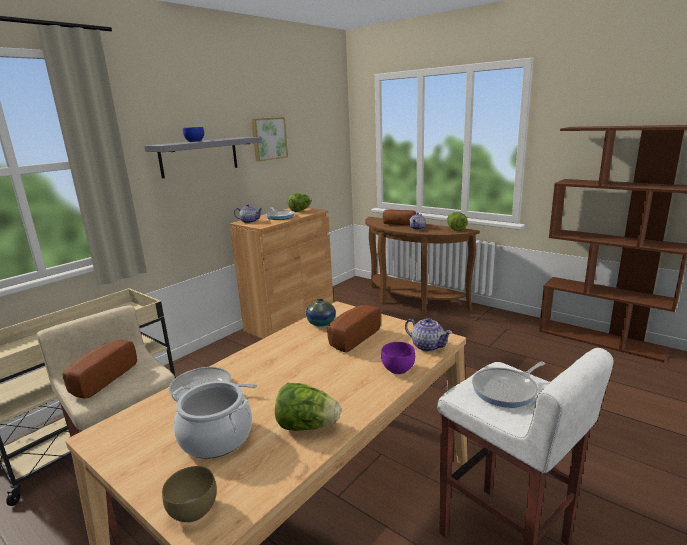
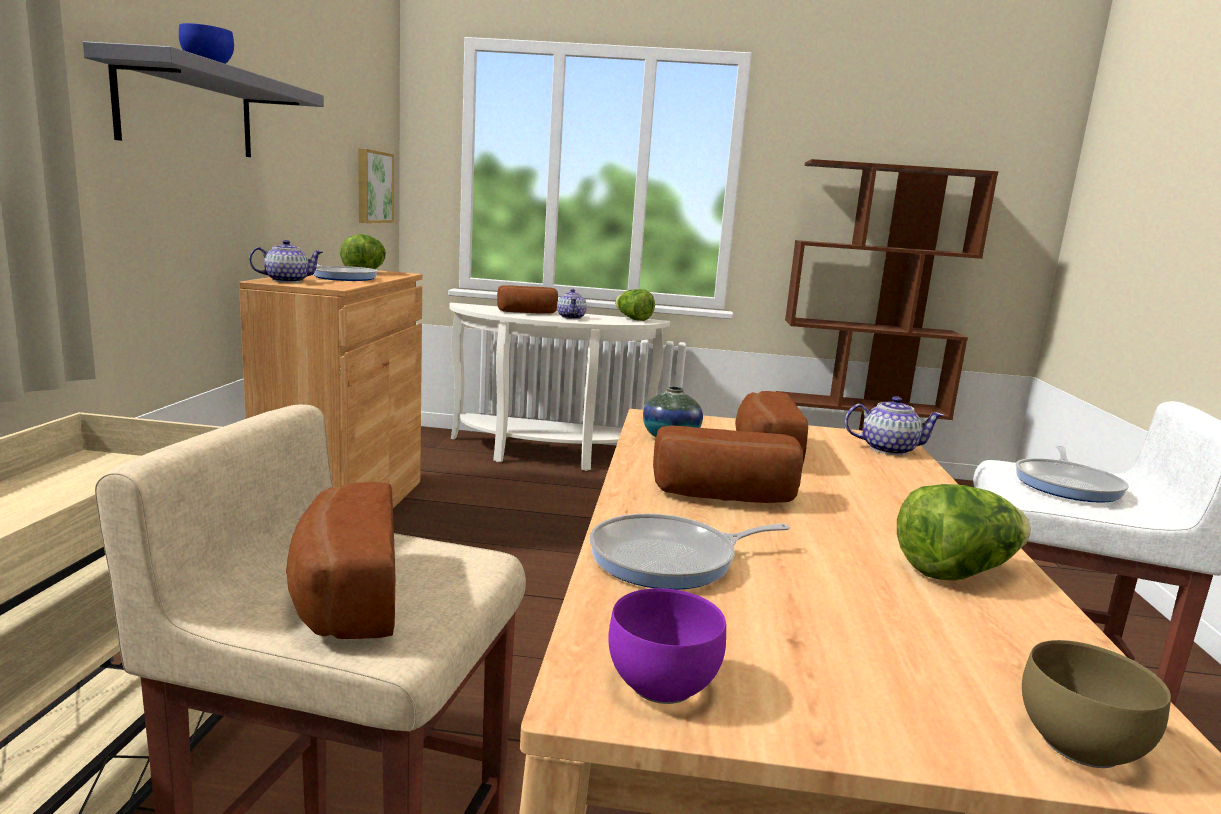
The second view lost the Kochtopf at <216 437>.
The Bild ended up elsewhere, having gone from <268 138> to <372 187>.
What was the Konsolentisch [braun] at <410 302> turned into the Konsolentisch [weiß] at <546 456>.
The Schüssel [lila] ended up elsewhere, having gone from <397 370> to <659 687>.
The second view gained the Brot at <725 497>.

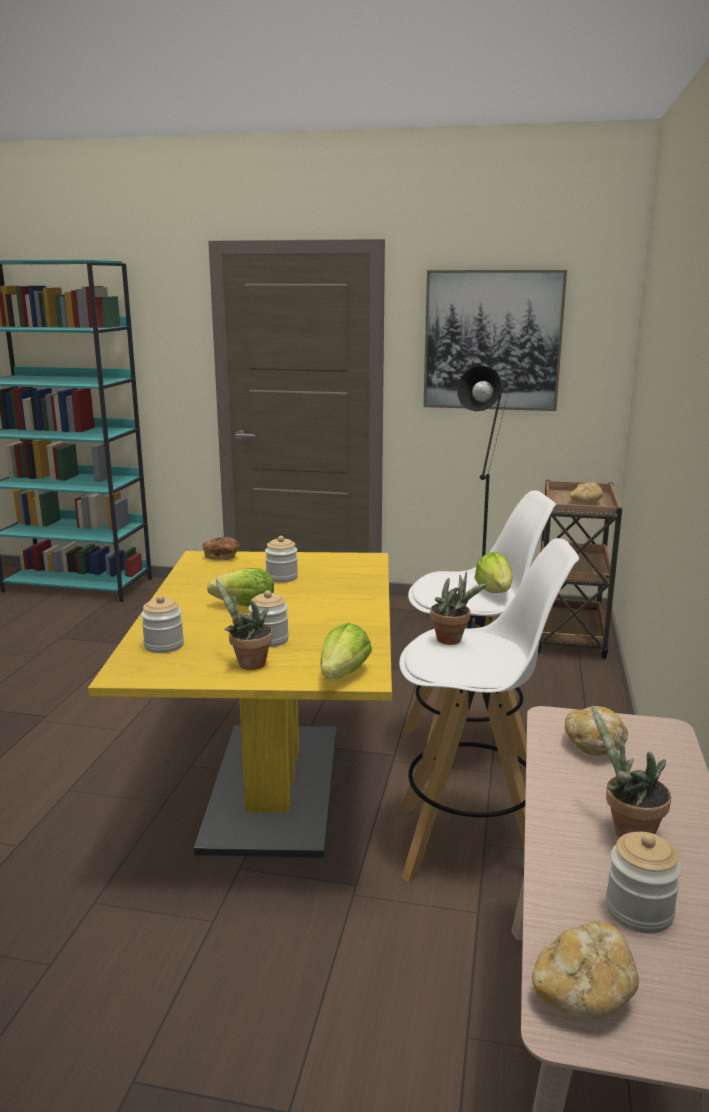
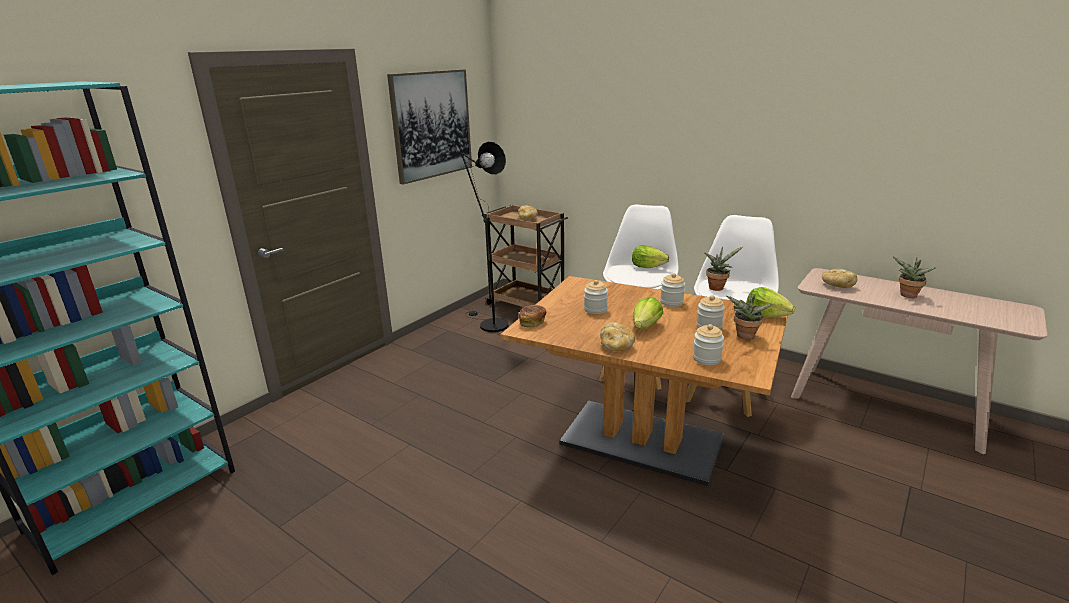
What was the Esstisch [gelb] at <273 786> turned into the Esstisch [braun] at <642 441>.
The Brot ended up elsewhere, having gone from <583 993> to <616 346>.
The Vorratsglas ended up elsewhere, having gone from <639 910> to <671 302>.

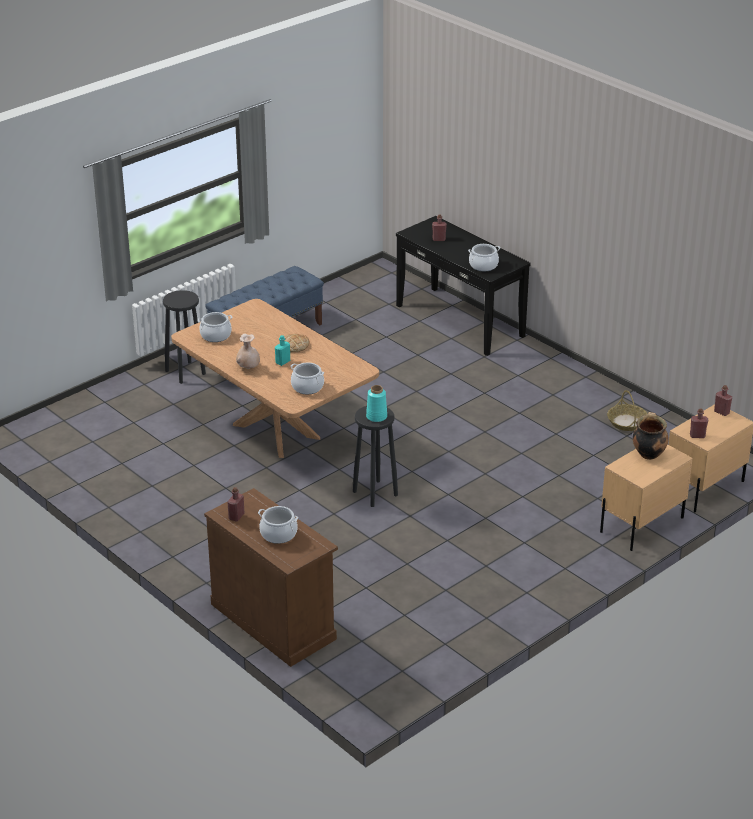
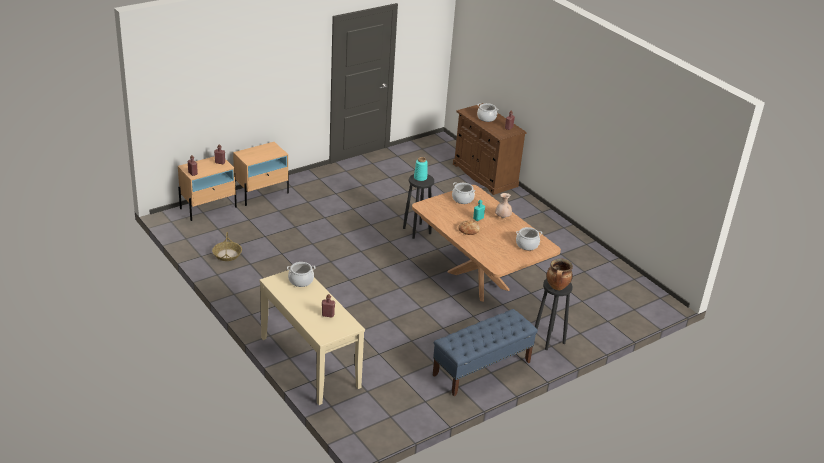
What was the Konsolentisch [schwarz] at <460 320> turned into the Konsolentisch [beige] at <309 362>.
The Kochtopf ended up elsewhere, having gone from <648 453> to <557 287>.

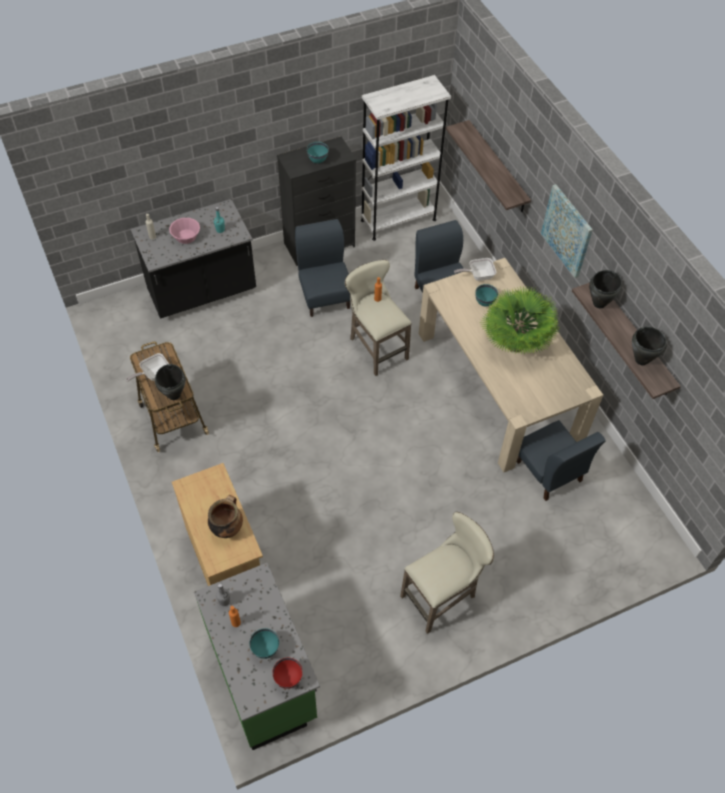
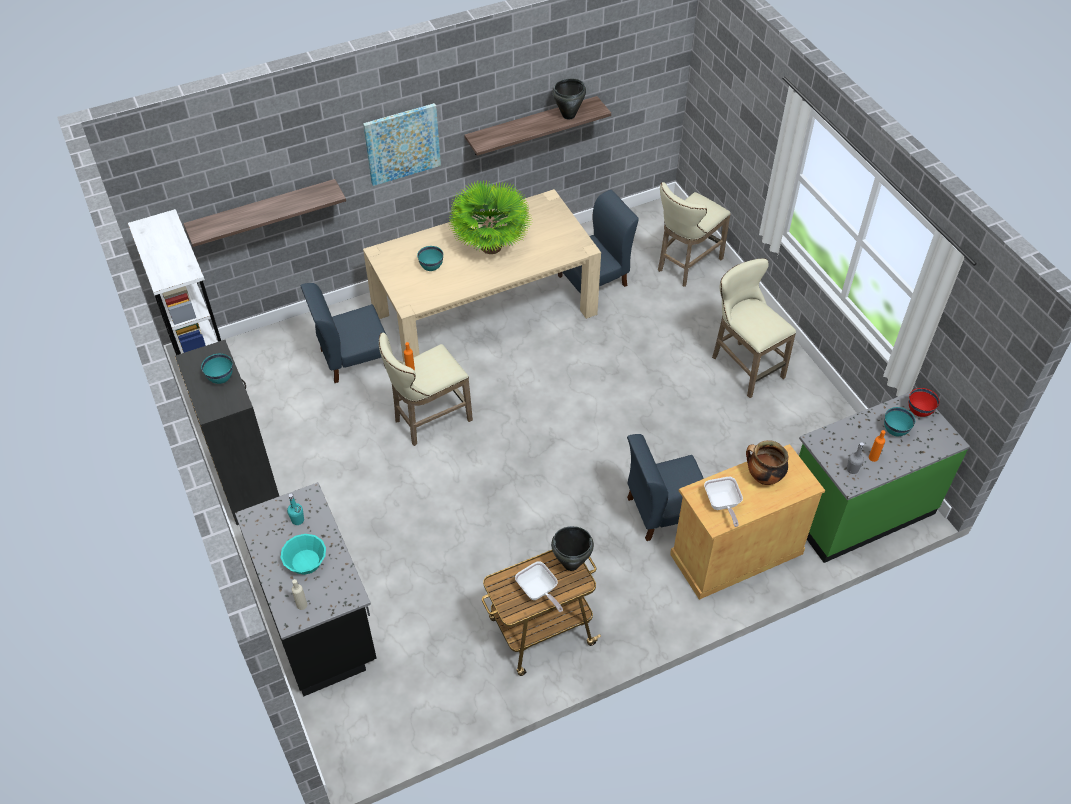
What was the Schüssel [rosa] at <186 236> turned into the Schüssel [türkis] at <306 561>.
The Stuhl [blau] ended up elsewhere, having gone from <325 295> to <664 511>.
The Pfanne ended up elsewhere, having gone from <478 275> to <722 505>.
The second view lost the Kochtopf [schwarz] at <599 303>.
The second view gained the Hocker [beige] at <686 265>.

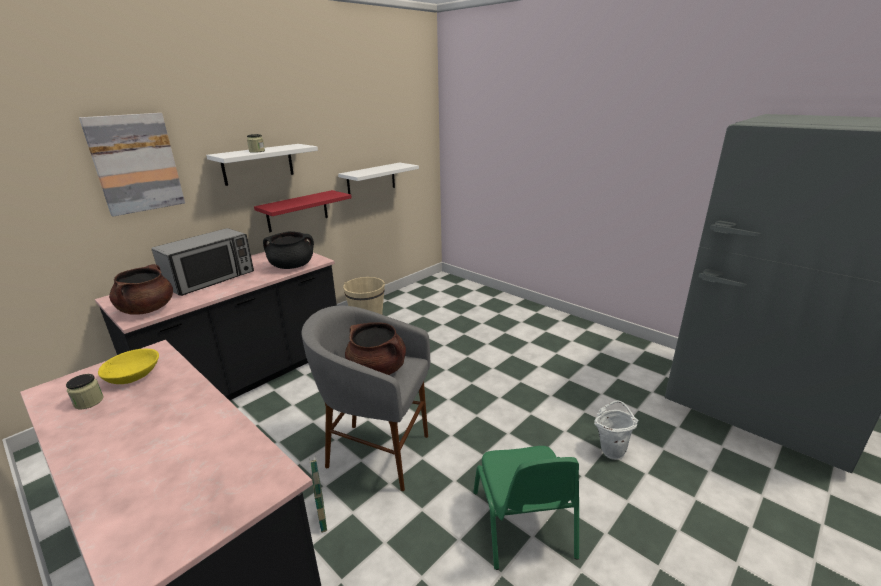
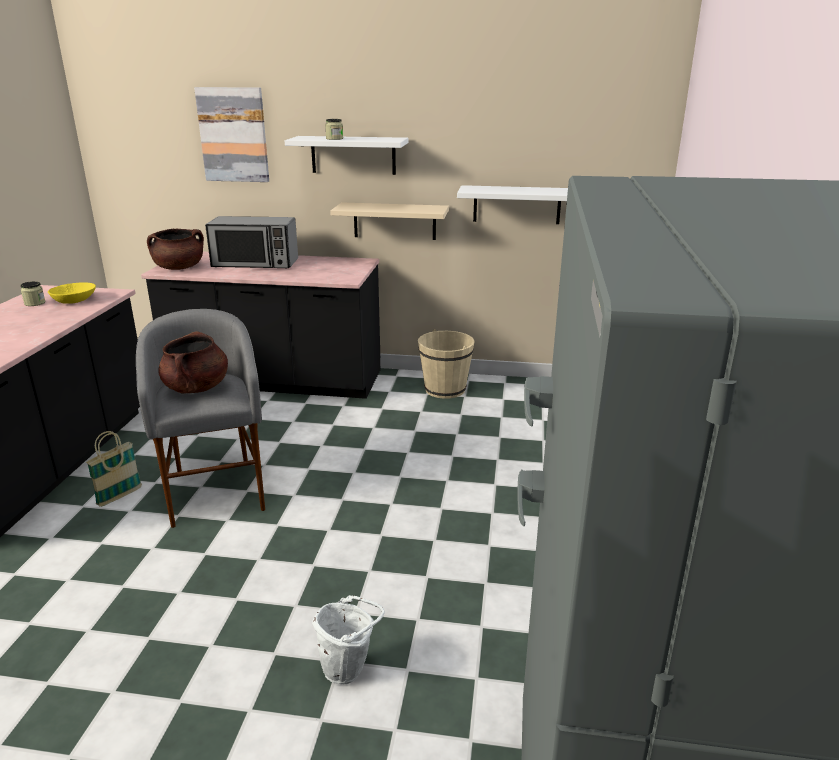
What was the Wandregal [rot] at <297 211> turned into the Wandregal [beige] at <394 221>.
The second view lost the Kochtopf [schwarz] at <292 266>.
The second view lost the Stuhl [grün] at <523 525>.

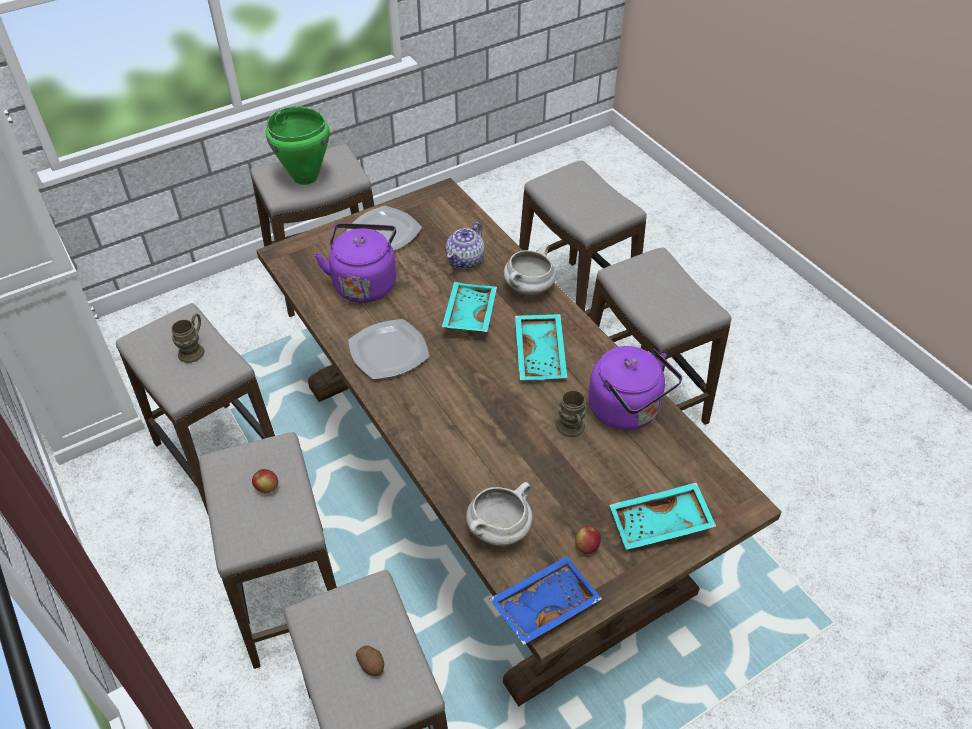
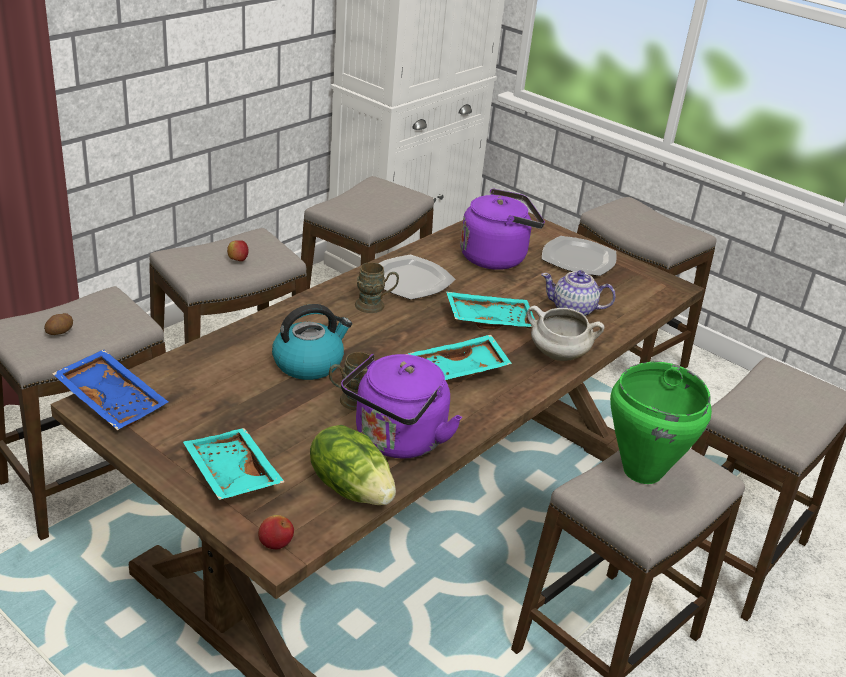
The Henkelbecher [braun] ended up elsewhere, having gone from <194 349> to <375 306>.
The Kochtopf [grün] ended up elsewhere, having gone from <305 178> to <641 471>.
The second view lost the Kochtopf [weiß] at <499 529>.
The Apfel ended up elsewhere, having gone from <586 546> to <276 544>.
The second view gained the Wasserkessel at <309 363>.
The second view gained the Salatkopf at <352 488>.

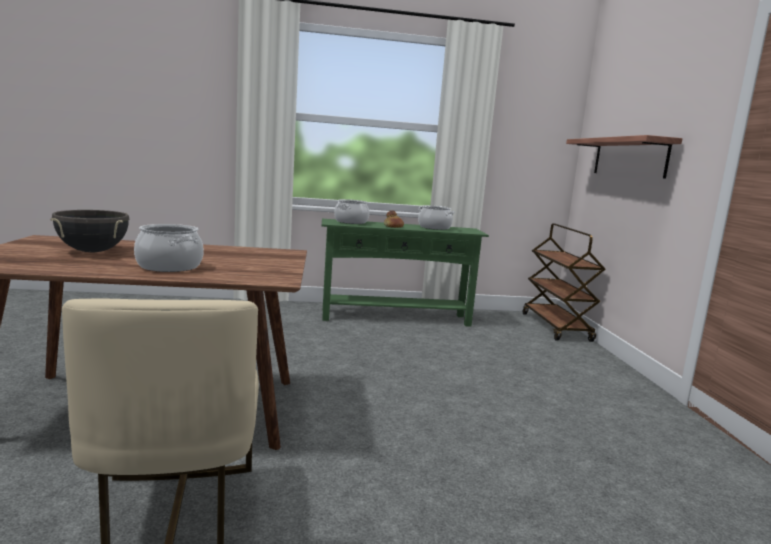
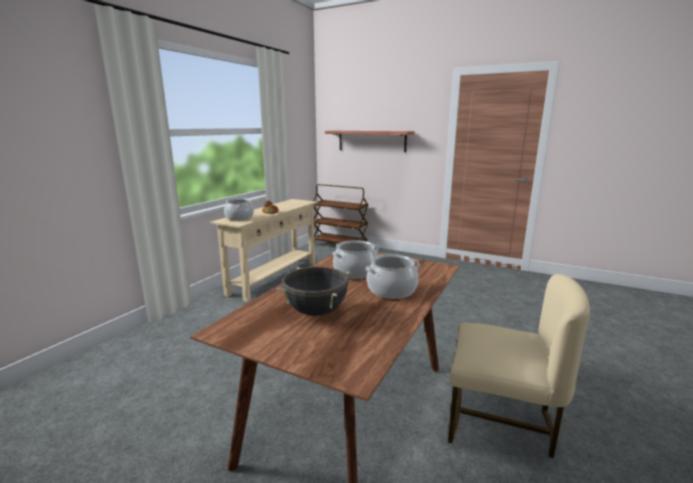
What was the Konsolentisch [grün] at <395 317> turned into the Konsolentisch [beige] at <273 277>.
The Kochtopf ended up elsewhere, having gone from <434 227> to <355 272>.

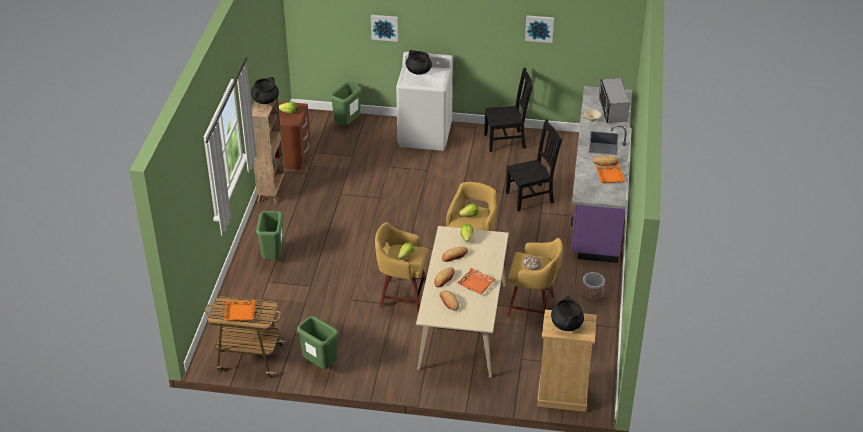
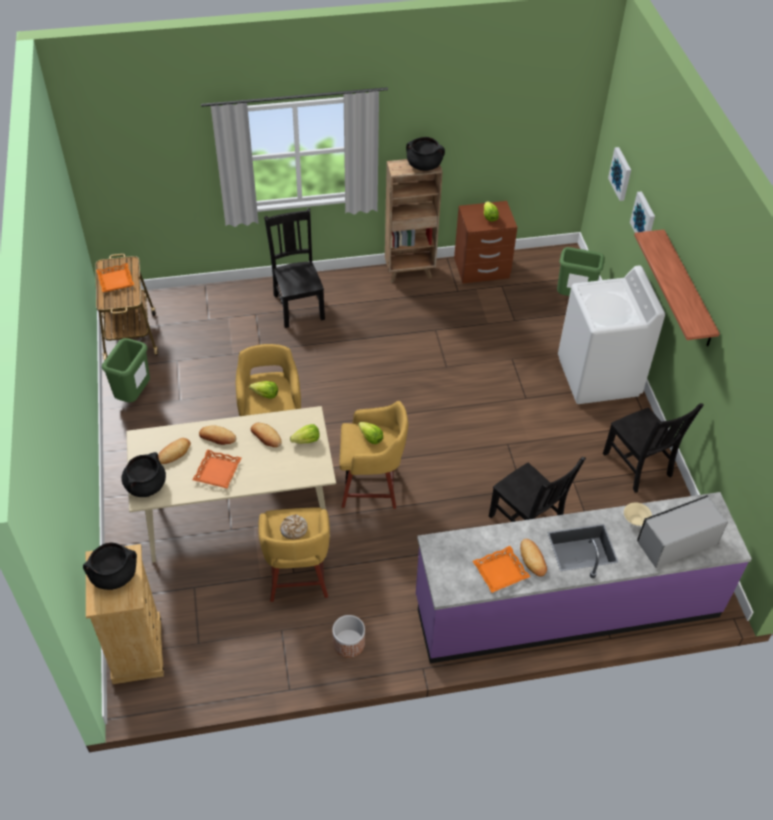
Where the Mülleimer [grün] stood at <272 256>, the Stuhl [schwarz] came to stand at <298 305>.
The Kochtopf [schwarz] ended up elsewhere, having gone from <418 71> to <146 485>.
The Bild ended up elsewhere, having gone from <539 28> to <621 173>.
The second view gained the Wandregal at <687 289>.

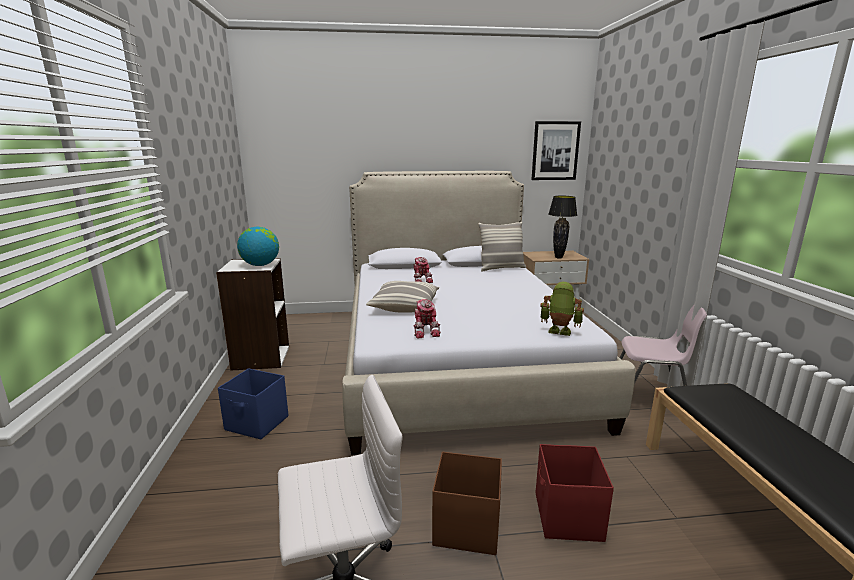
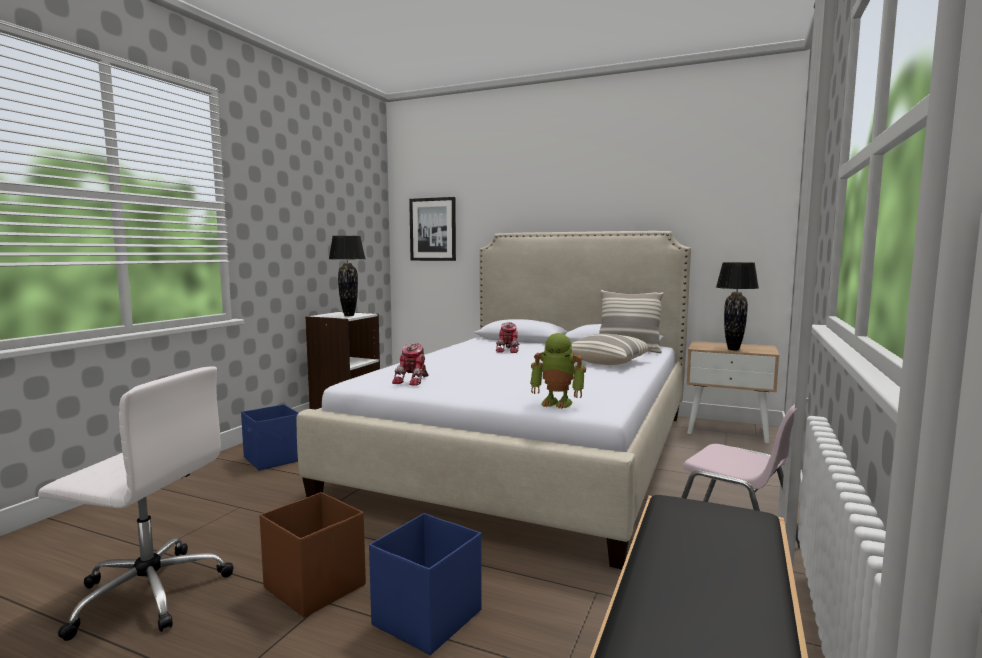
Where the Globus stood at <260 265>, the Tischlampe [schwarz] came to stand at <349 315>.
The Kissen ended up elsewhere, having gone from <405 306> to <607 362>.
The Bild ended up elsewhere, having gone from <555 151> to <433 229>.
What was the Aufbewahrungsbox [rot] at <567 517> turned into the Aufbewahrungsbox [blau] at <426 618>.
The Spielzeugroboter at <559 332> ended up facing another way, 150 degrees clockwise from before.

